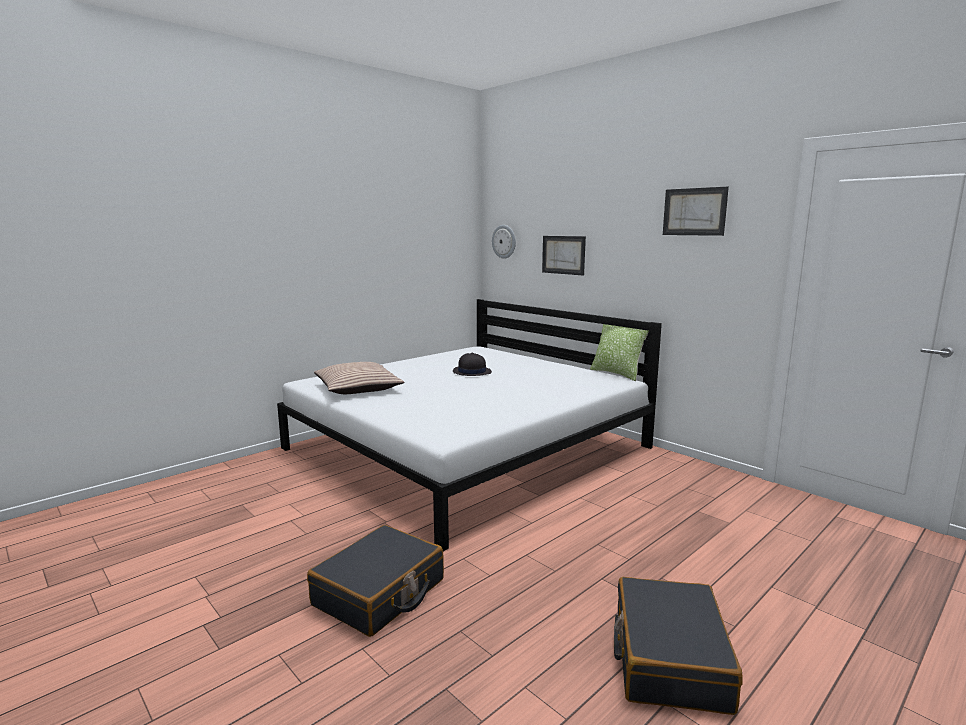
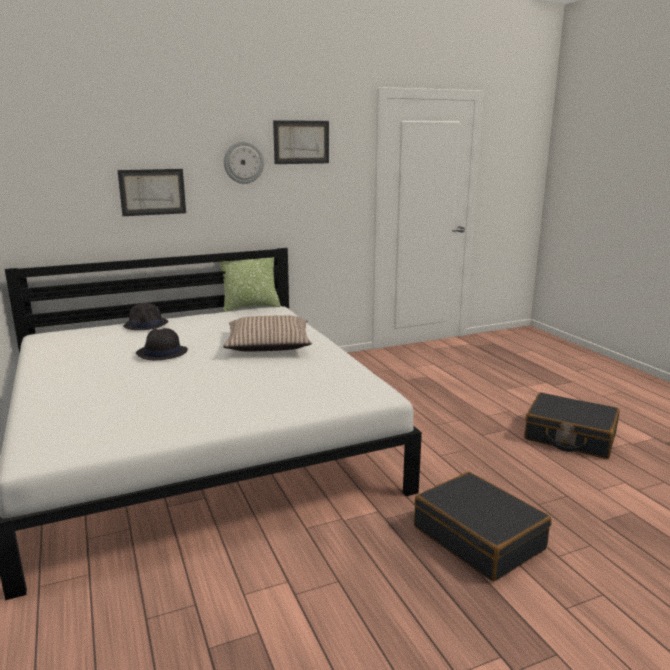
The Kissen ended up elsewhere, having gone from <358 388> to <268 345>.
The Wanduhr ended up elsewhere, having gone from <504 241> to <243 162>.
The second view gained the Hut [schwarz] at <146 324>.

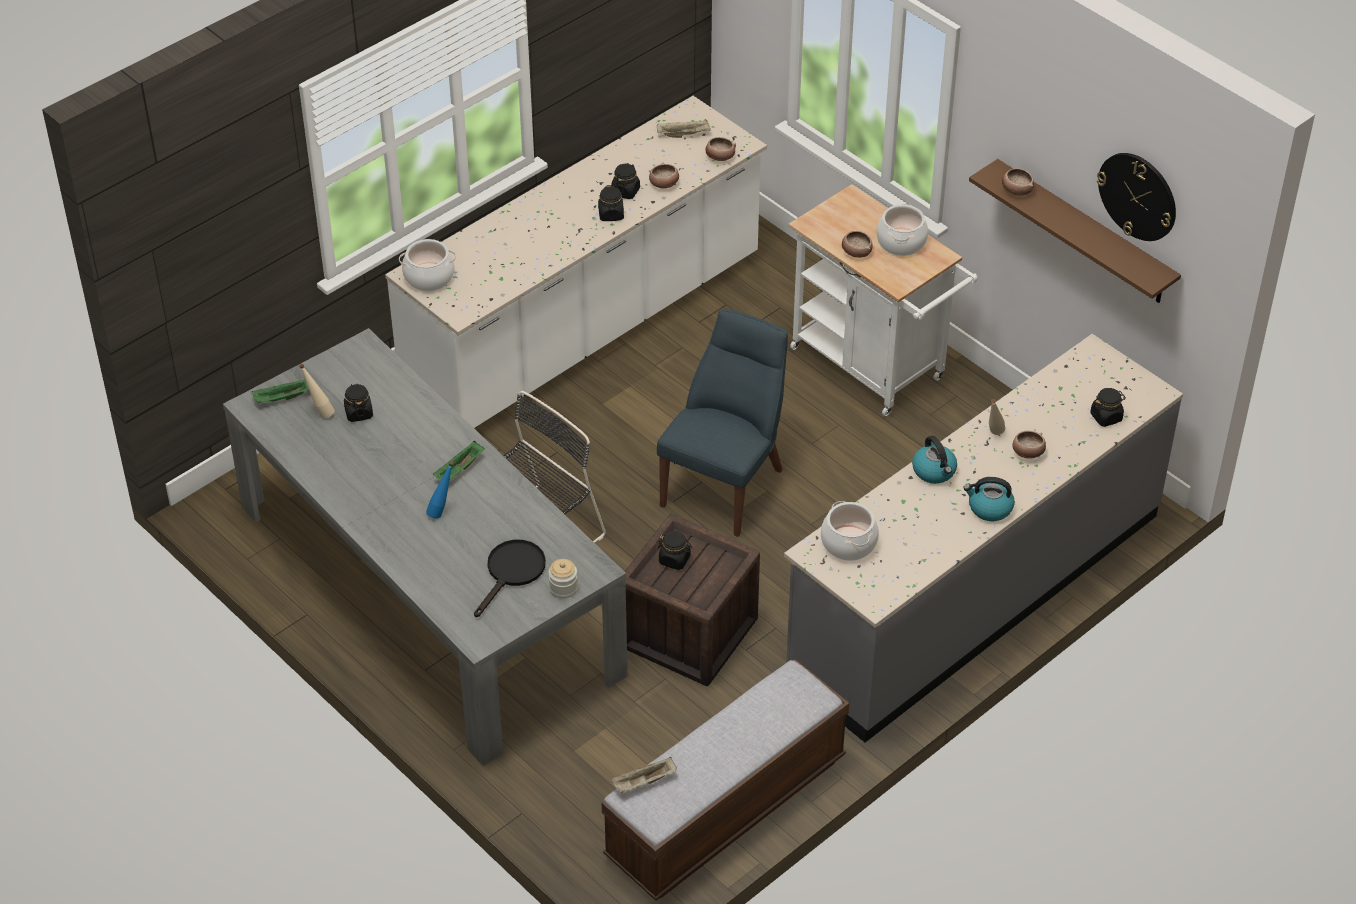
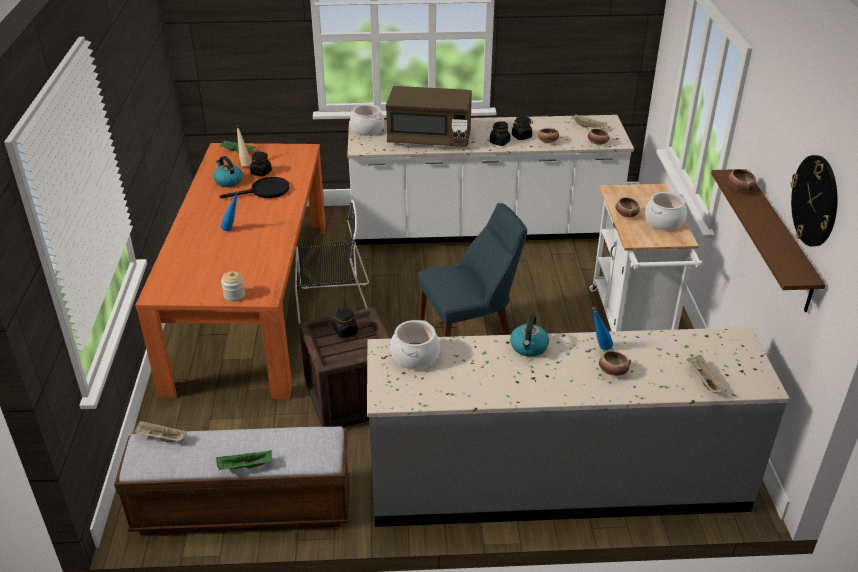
What was the Esstisch [grau] at <429 589> turned into the Esstisch [orange] at <252 300>.
The Tablett [grün] ended up elsewhere, having gone from <460 470> to <244 467>.
The Pfanne [schwarz] ended up elsewhere, having gone from <512 572> to <265 191>.
The Wasserkessel ended up elsewhere, having gone from <989 508> to <228 181>.
What was the Flasche [beige] at <993 435> turned into the Flasche [blau] at <599 348>.
Where the Vorratsglas [schwarz] stood at <1106 417>, the Tablett [beige] came to stand at <703 381>.
The second view gained the Mikrowelle [braun] at <429 139>.

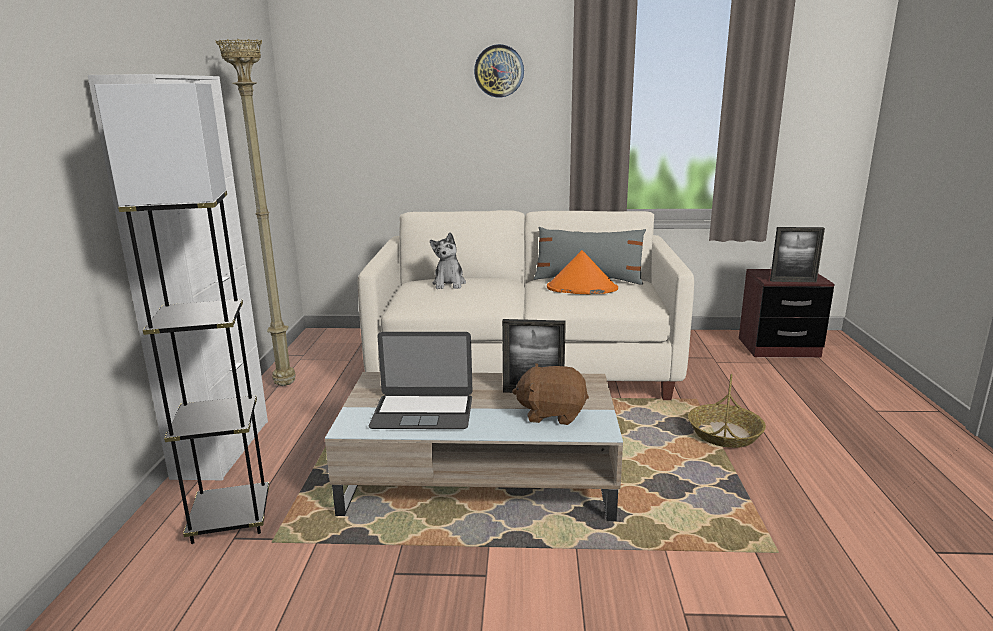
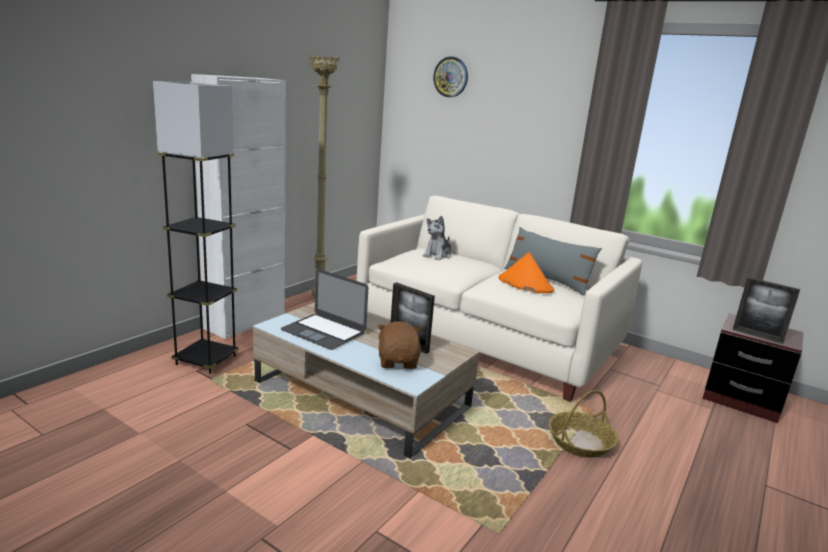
The Wanduhr ended up elsewhere, having gone from <499 71> to <451 77>.
The Plüschtier [braun] at <551 414> ended up facing another way, 45 degrees clockwise from before.

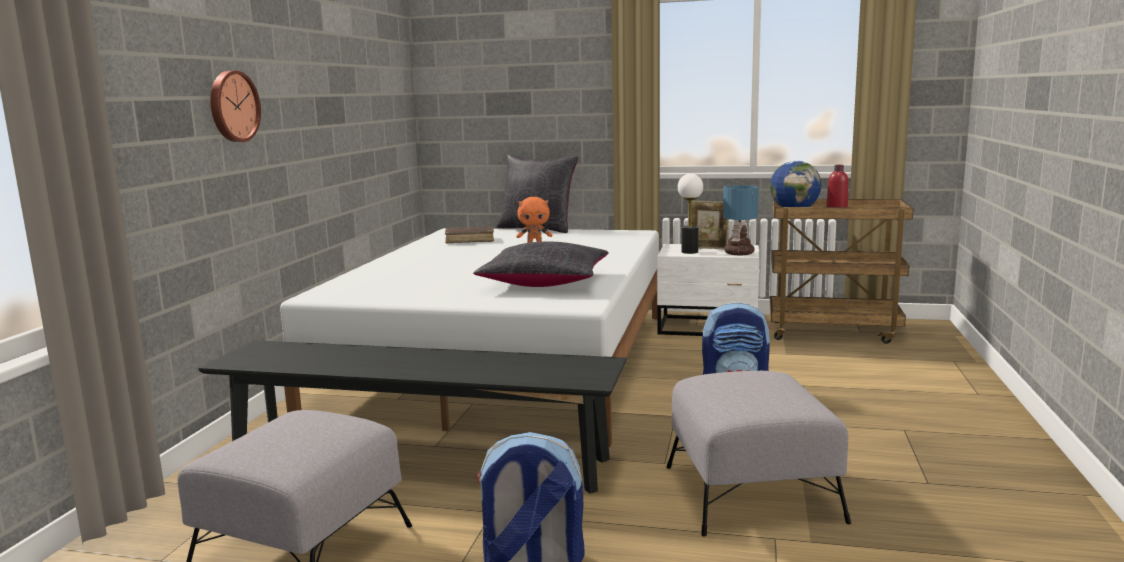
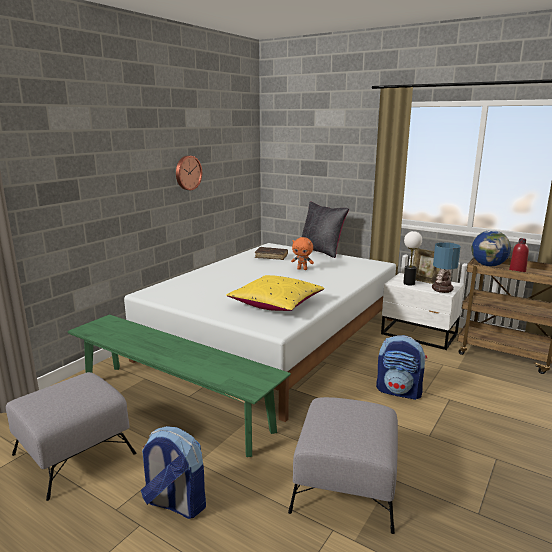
What was the Bank [schwarz] at <419 460> turned into the Bank [grün] at <173 405>.
The Wanduhr ended up elsewhere, having gone from <232 106> to <187 172>.
What was the Kissen [schwarz] at <544 282> turned into the Kissen [gelb] at <276 304>.

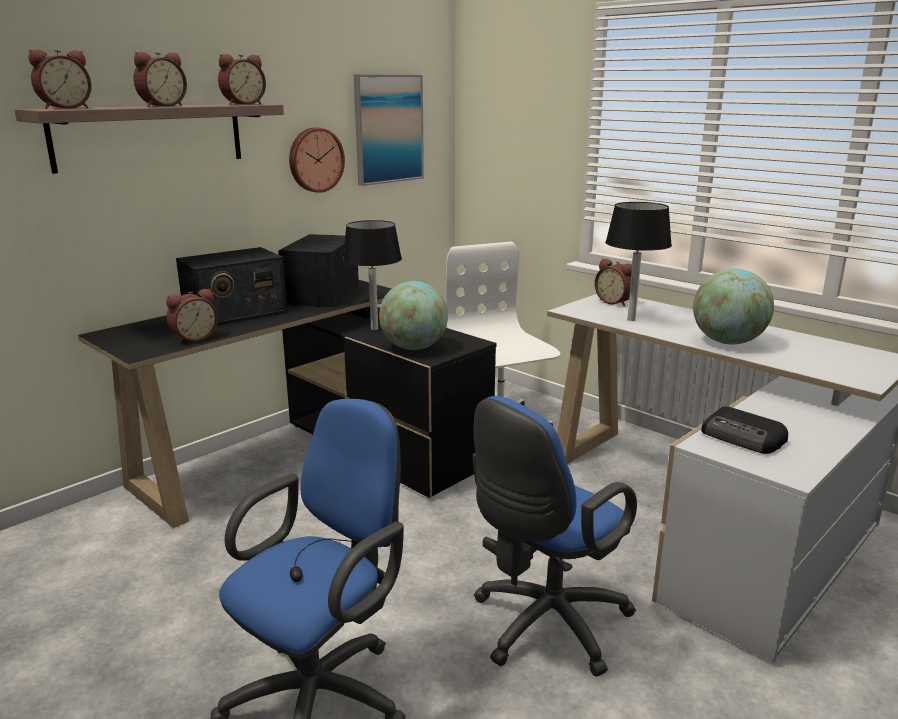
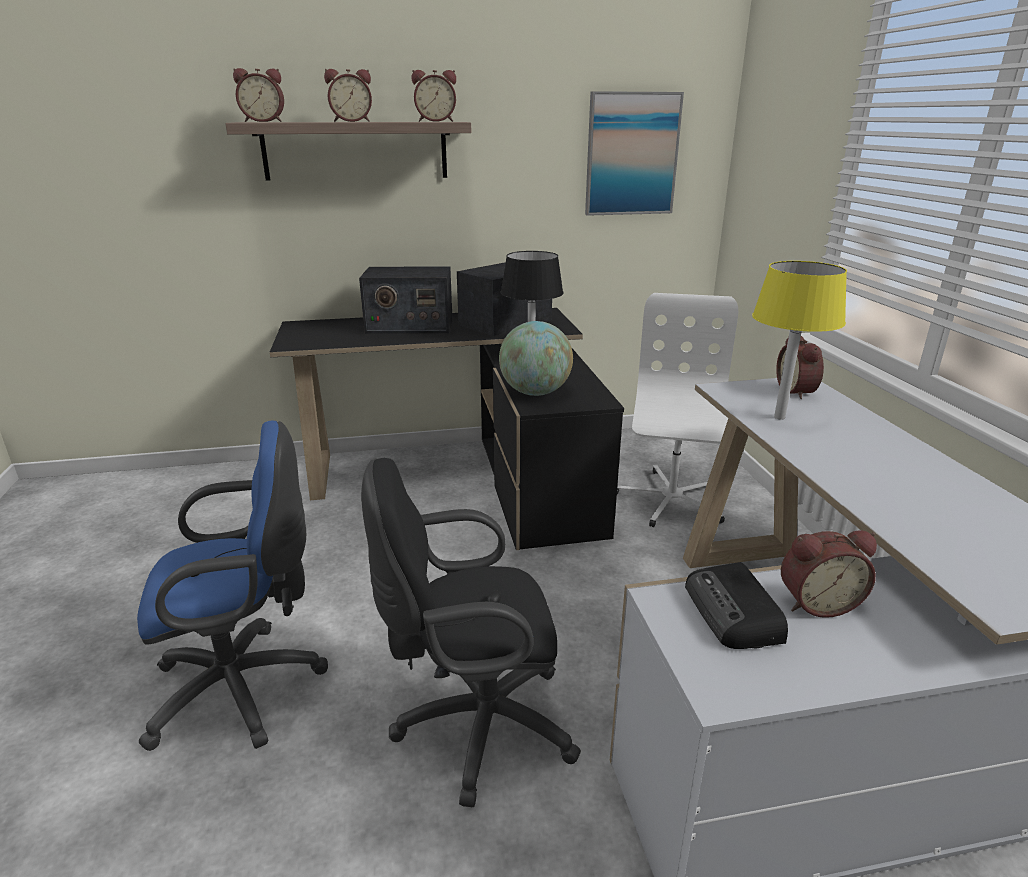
The Wecker ended up elsewhere, having gone from <194 338> to <816 602>.
The second view lost the Wanduhr at <315 160>.
What was the Bürostuhl [blau] at <544 626> turned into the Bürostuhl [schwarz] at <475 726>.
What was the Tischlampe [schwarz] at <631 319> turned into the Tischlampe [gelb] at <779 417>.
The second view lost the Globus at <728 342>.

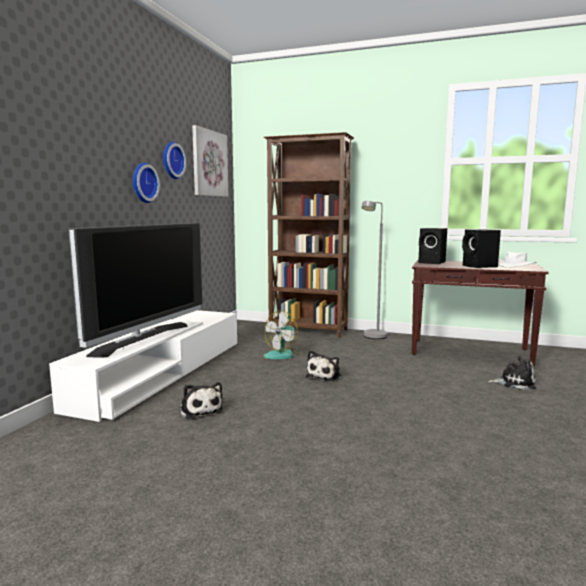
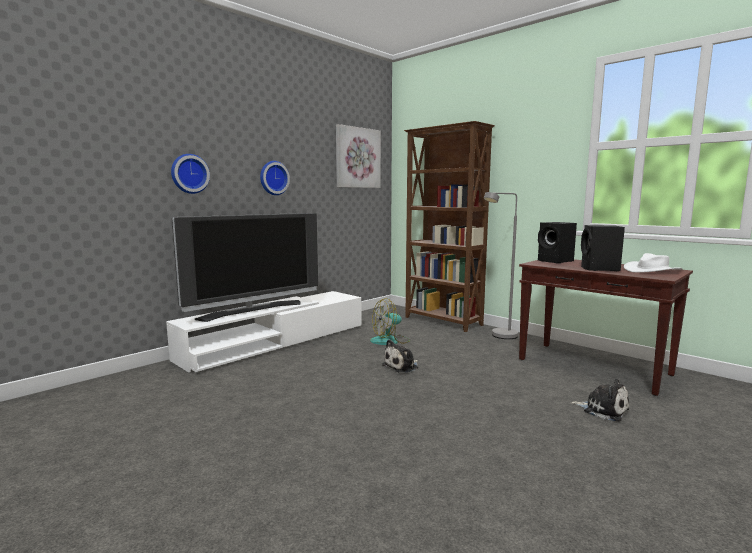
The Wanduhr ended up elsewhere, having gone from <171 160> to <189 173>.
The second view lost the Plüschtier at <200 410>.

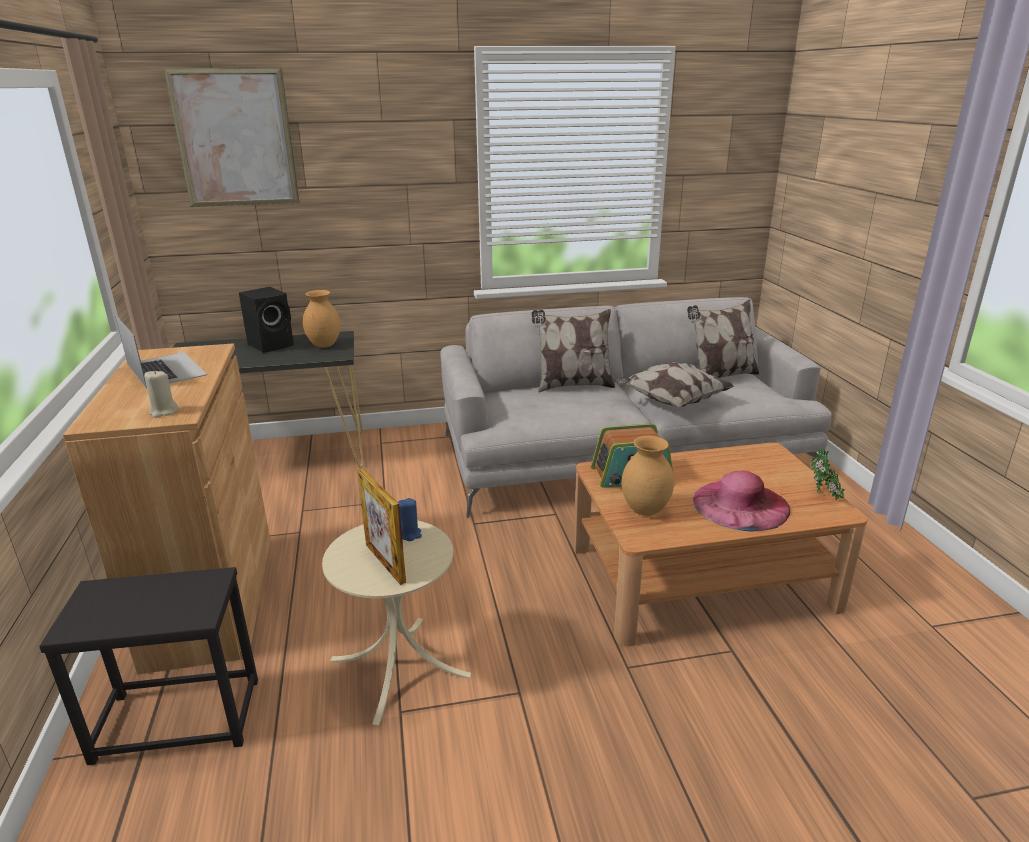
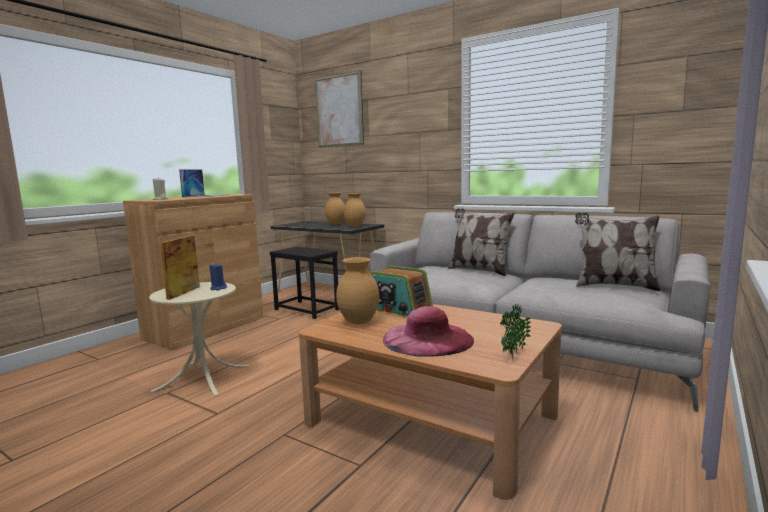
The Beistelltisch [schwarz] ended up elsewhere, having gone from <177 721> to <306 309>.
Where the Lautsprecher [schwarz] stood at <272 344>, the Vase [braun] came to stand at <336 224>.
The second view lost the Kissen at <671 401>.

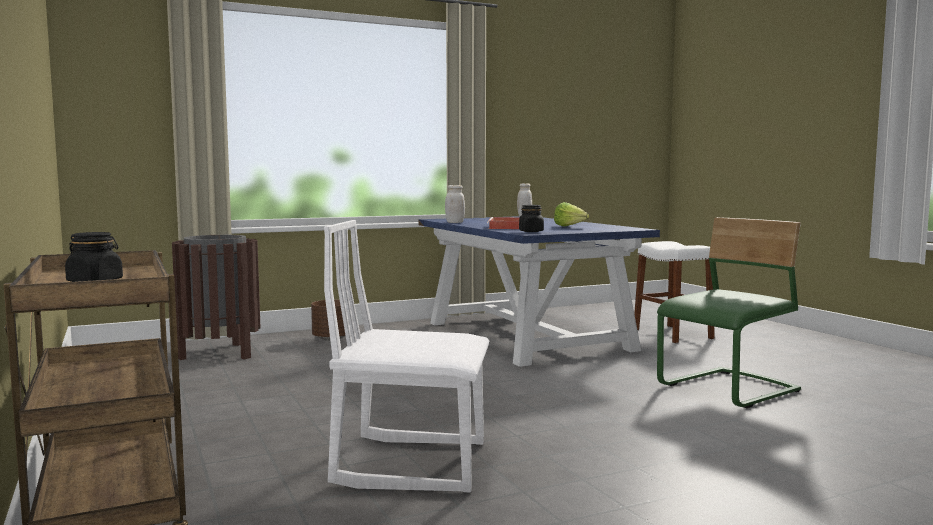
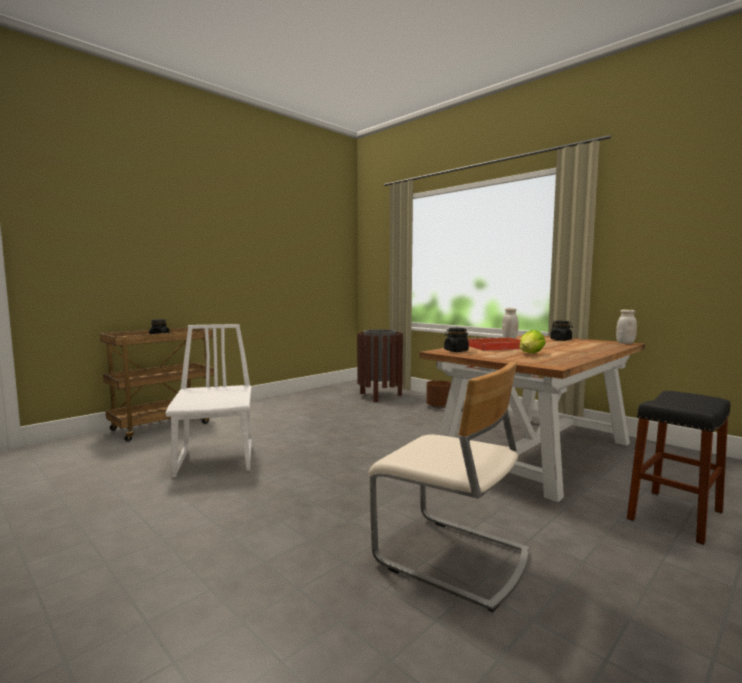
What was the Esstisch [blau] at <527 336> turned into the Esstisch [braun] at <535 451>.
What was the Hocker [weiß] at <672 334> turned into the Hocker [schwarz] at <675 515>.
What was the Stuhl [grün] at <729 390> turned into the Stuhl [beige] at <451 558>.
The second view gained the Vorratsglas [schwarz] at <561 340>.

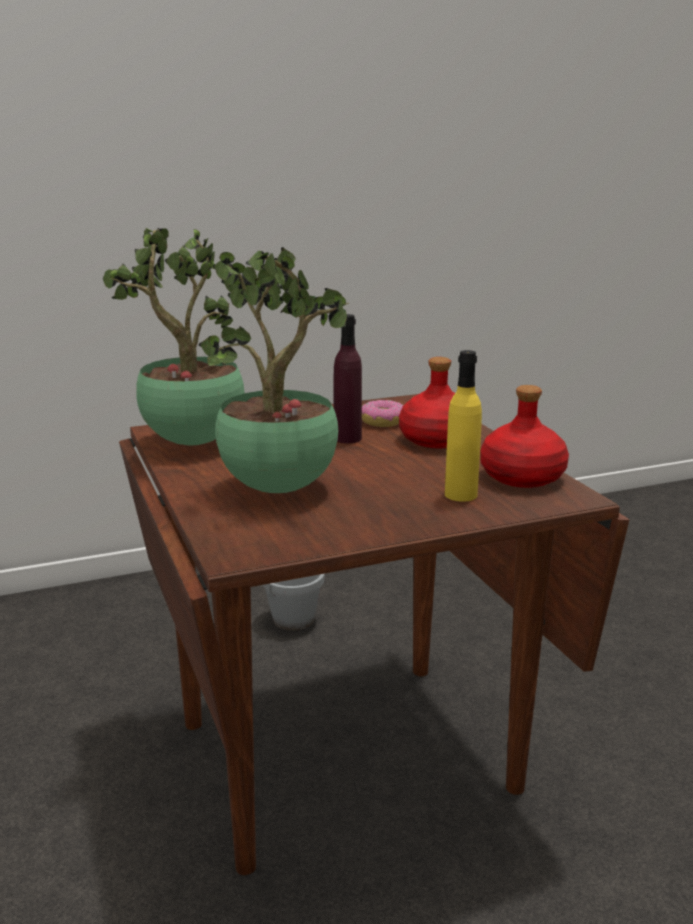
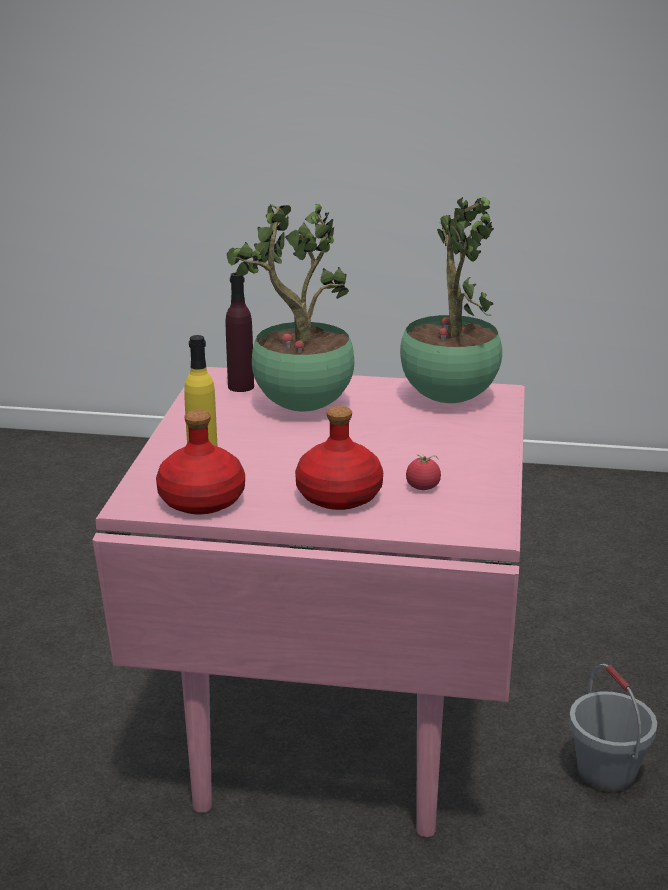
What was the Esstisch [braun] at <347 757> turned into the Esstisch [rosa] at <331 725>.
The Flasche [lila] ended up elsewhere, having gone from <347 438> to <241 386>.
Where the Donut stood at <383 422>, the Tomate came to stand at <423 487>.

